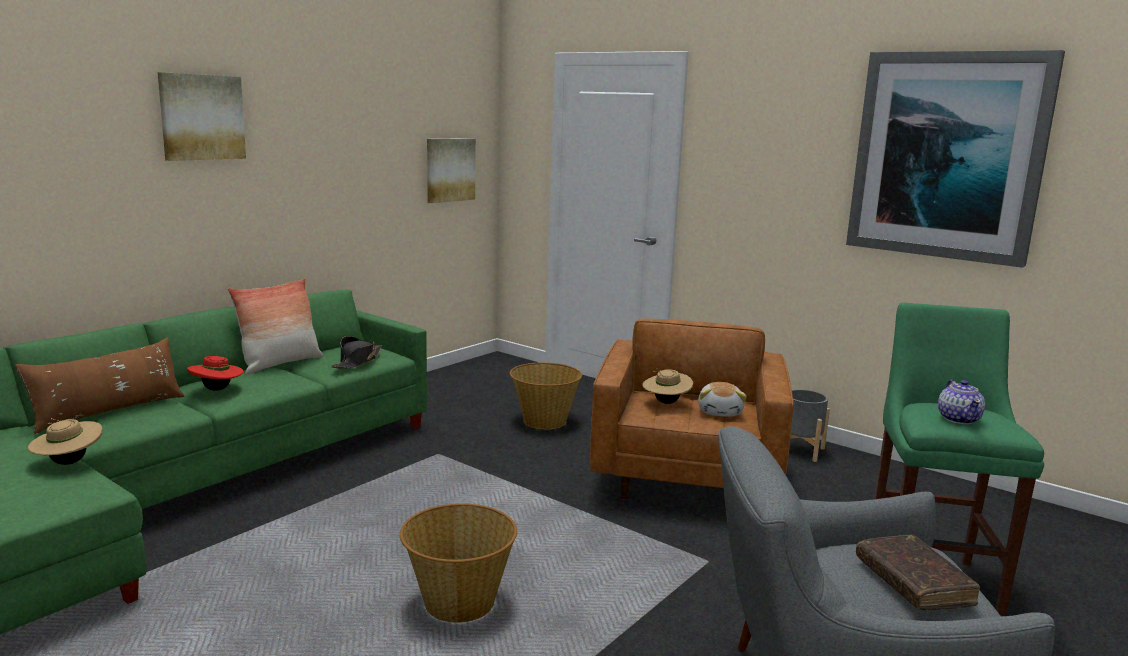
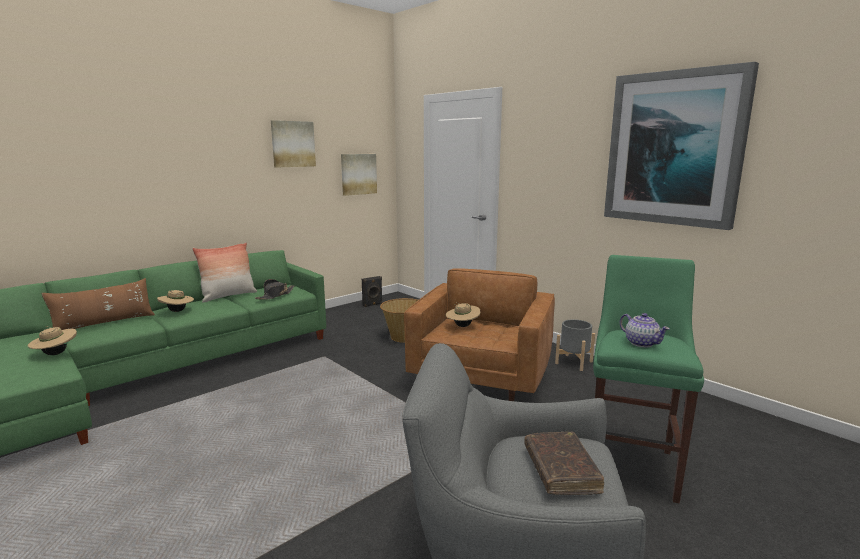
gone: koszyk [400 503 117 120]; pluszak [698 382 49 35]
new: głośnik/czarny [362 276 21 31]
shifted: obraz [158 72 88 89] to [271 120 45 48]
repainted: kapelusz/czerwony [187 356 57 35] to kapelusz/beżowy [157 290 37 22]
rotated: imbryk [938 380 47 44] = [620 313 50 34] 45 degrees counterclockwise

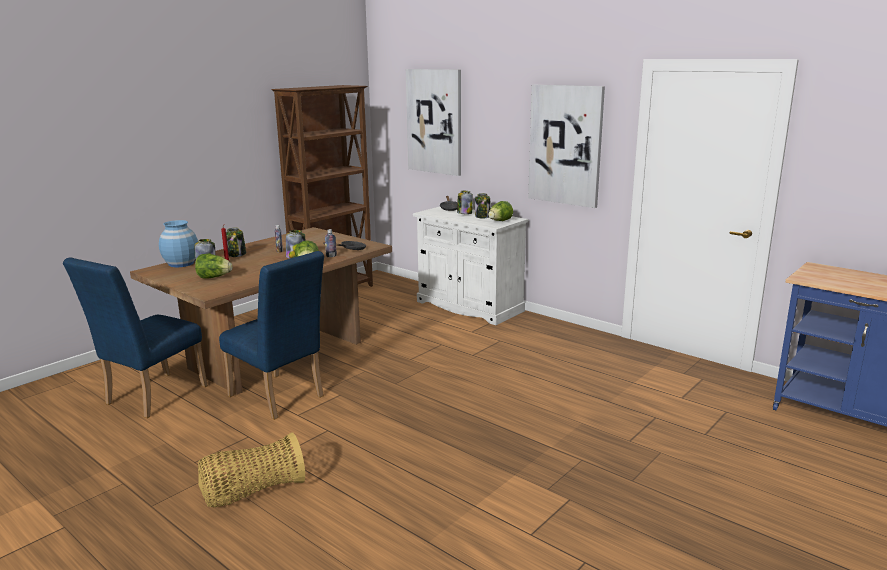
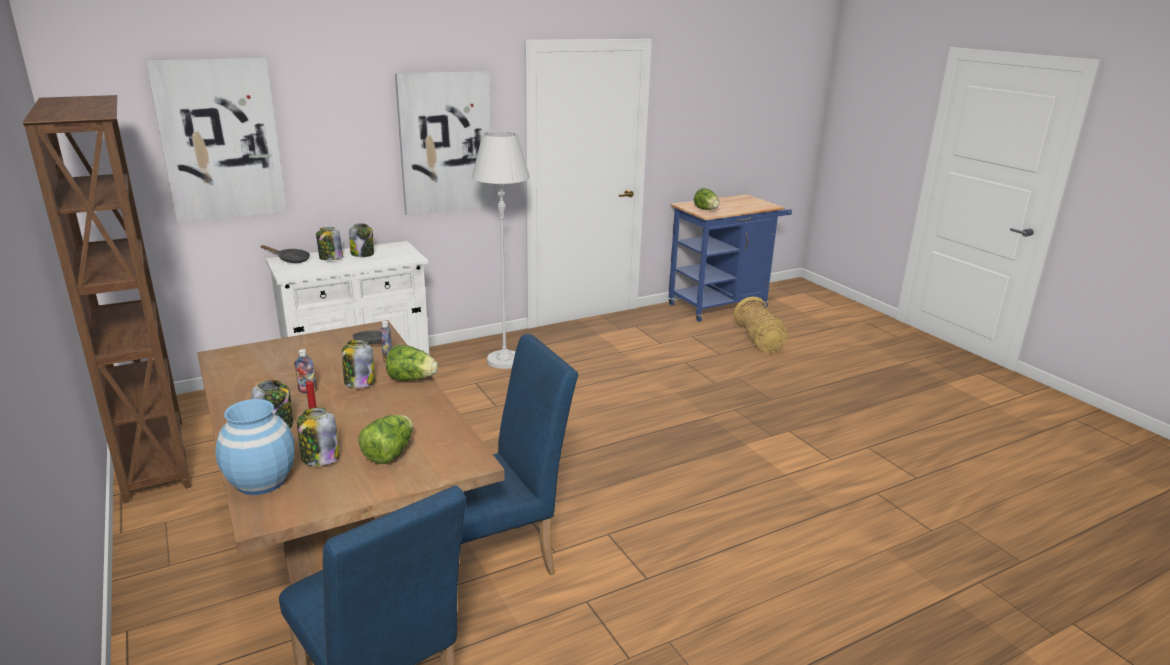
new: lampa stojąca/biały [472 131 58 238]
shifted: koszyk [198 432 107 75] to [734 296 53 56]; sałata [488 201 25 20] to [694 188 26 22]

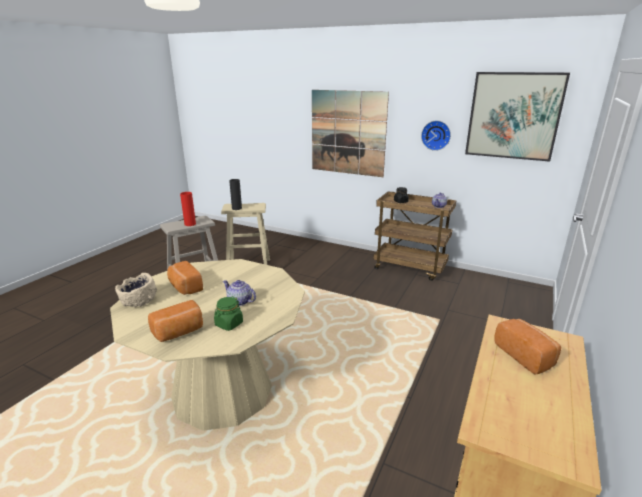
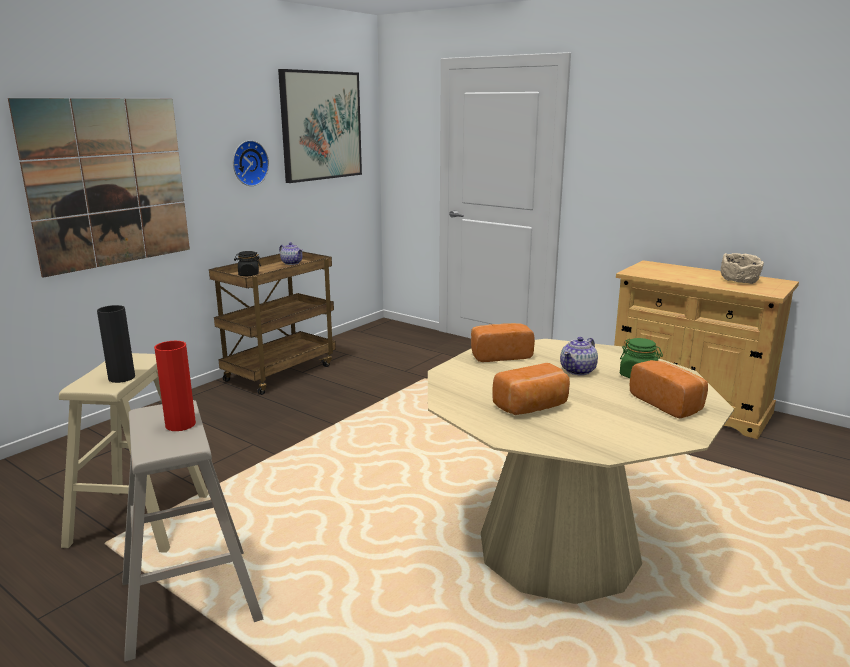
shifted: miska/beżowy [115 273 42 34] to [721 253 43 31]; chleb [494 319 67 56] to [471 323 64 39]

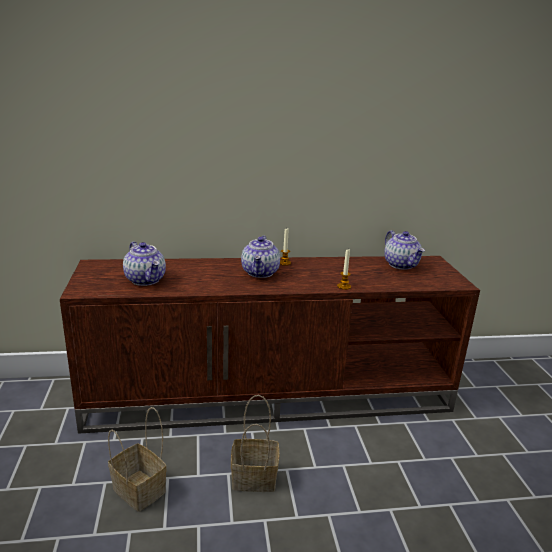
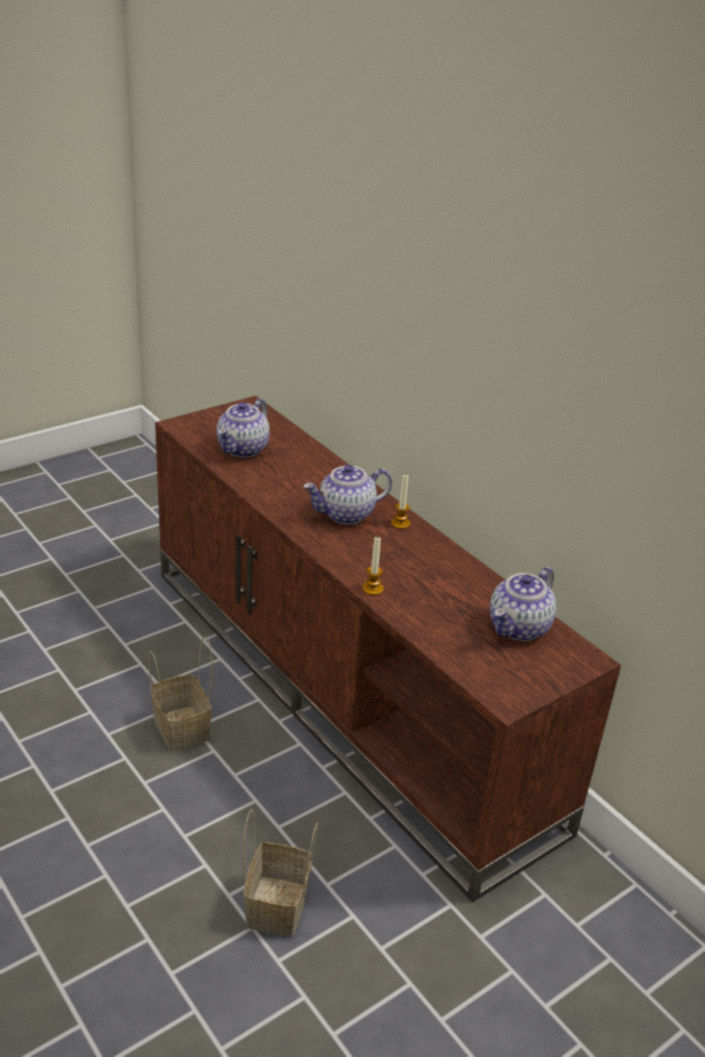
shifted: koszyk [108 407 59 105] to [243 810 75 127]

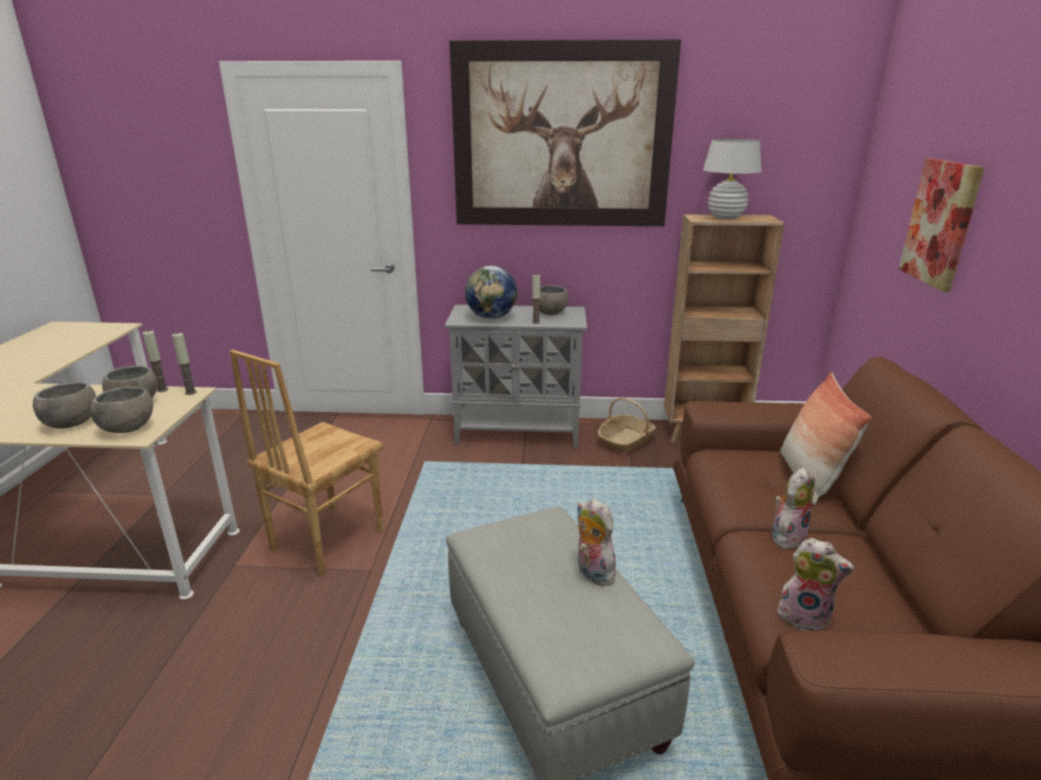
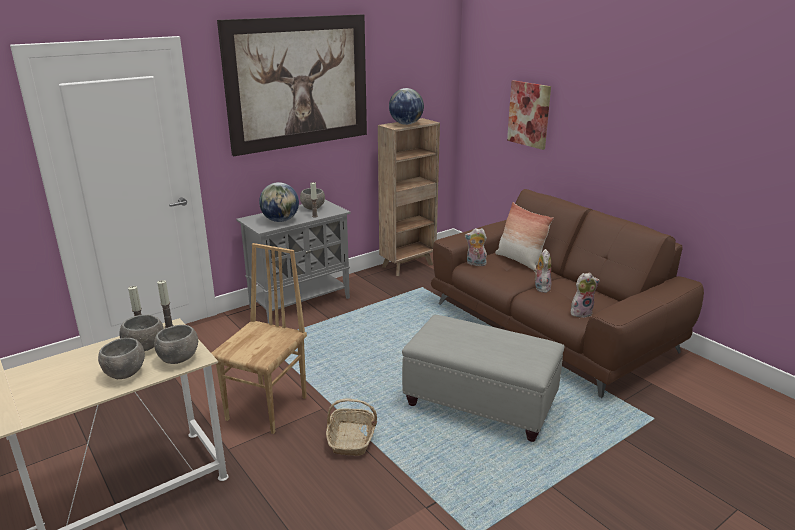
shifted: pluszak [577 498 39 88] to [465 228 22 38]; koszyk [598 397 58 57] to [326 399 51 57]
swapped: lampa stołowa/biały [703 139 59 81] to globus [389 88 35 37]
rotated: krzesło/brązowy [230 349 154 227] = [211 243 96 191] 150 degrees counterclockwise

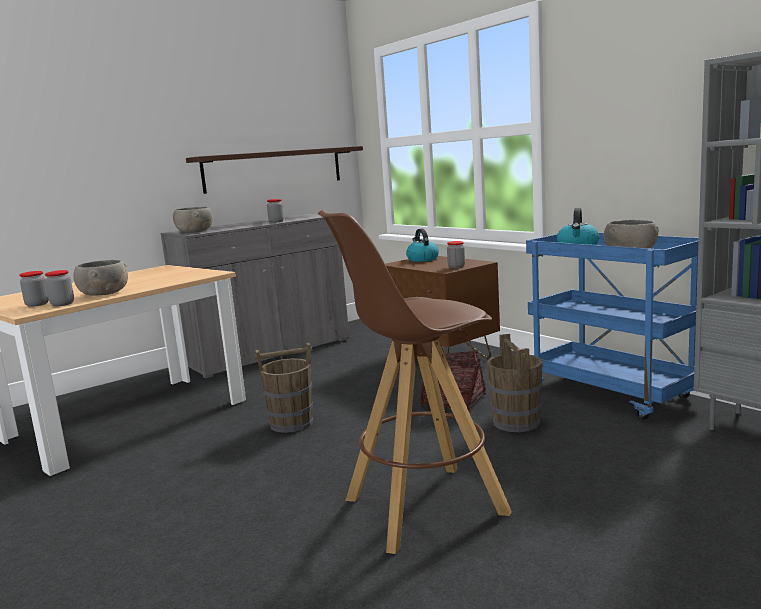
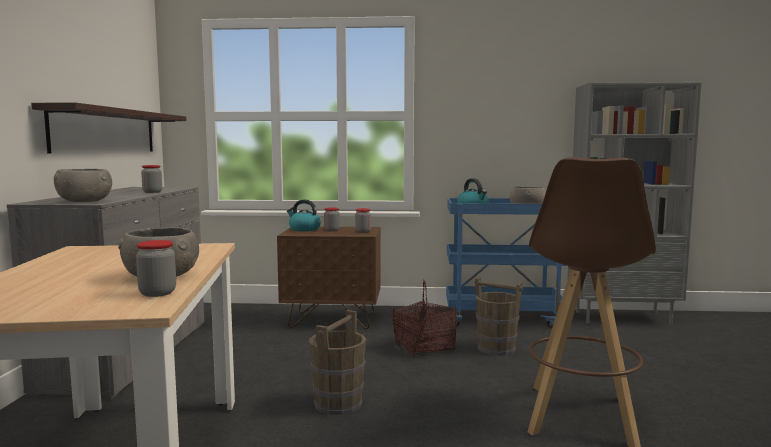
shifted: słoik [19 271 30 36] to [324 207 16 25]

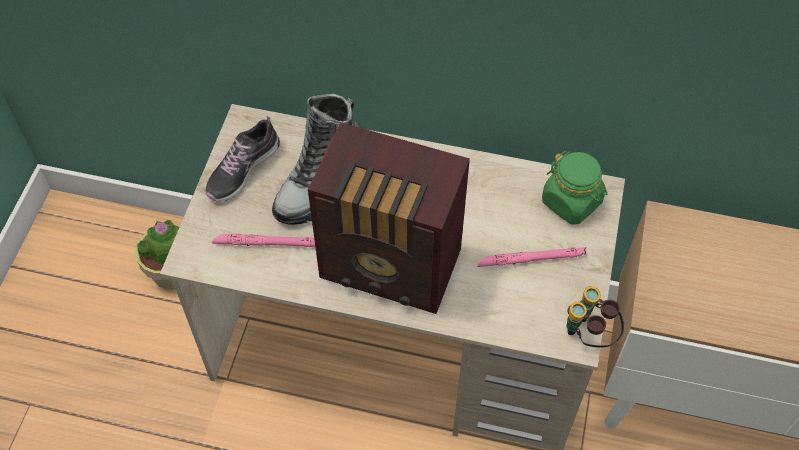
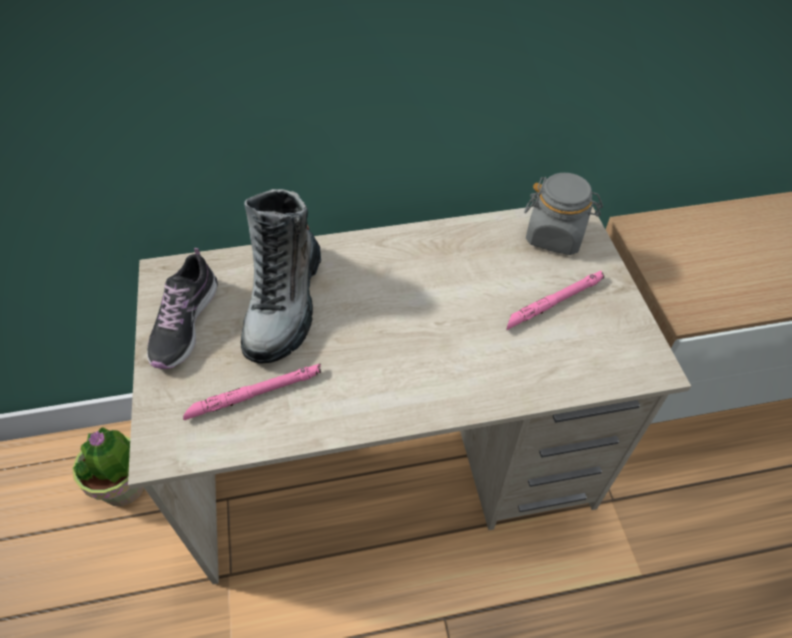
gone: radio [308 122 162 192]; lornetka [566 286 58 61]
repainted: słoik/zielony [542 151 65 73] to słoik/szary [524 173 79 82]

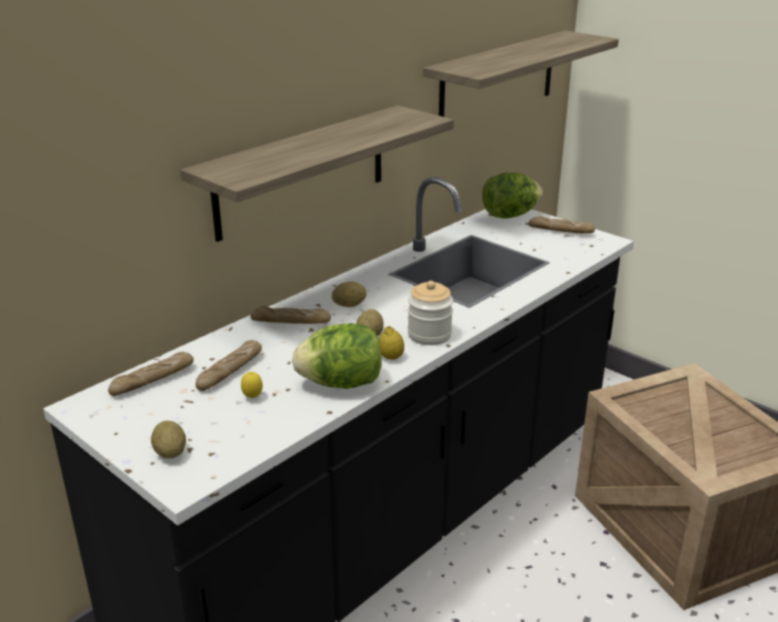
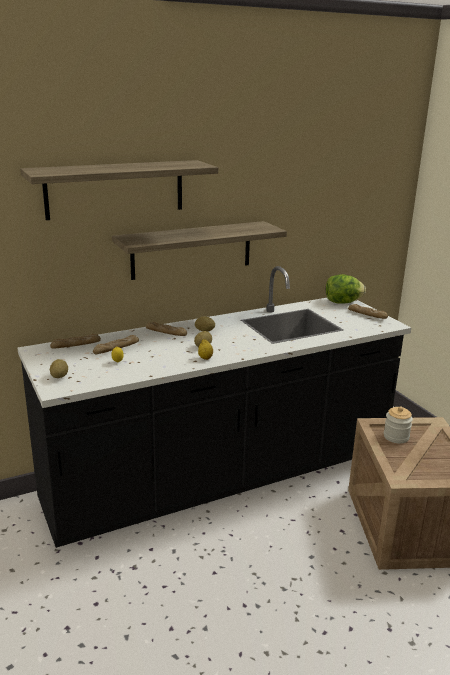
gone: sałata [292 323 90 66]
shifted: słoik [408 281 45 64] to [384 406 29 37]; półka [423 31 196 86] to [20 160 198 60]

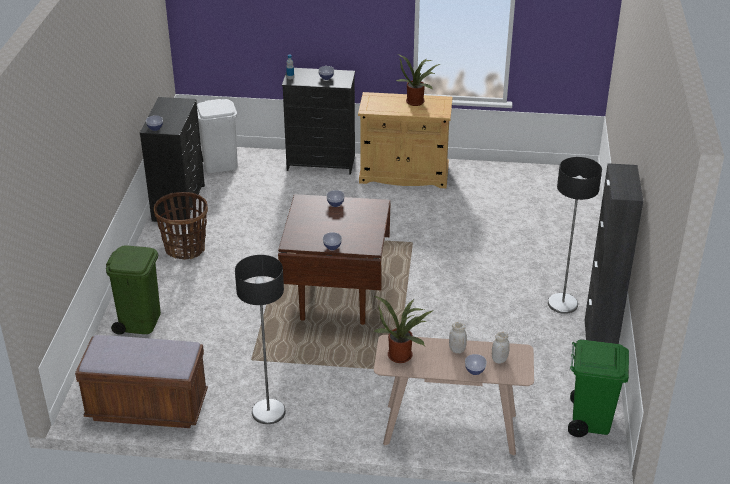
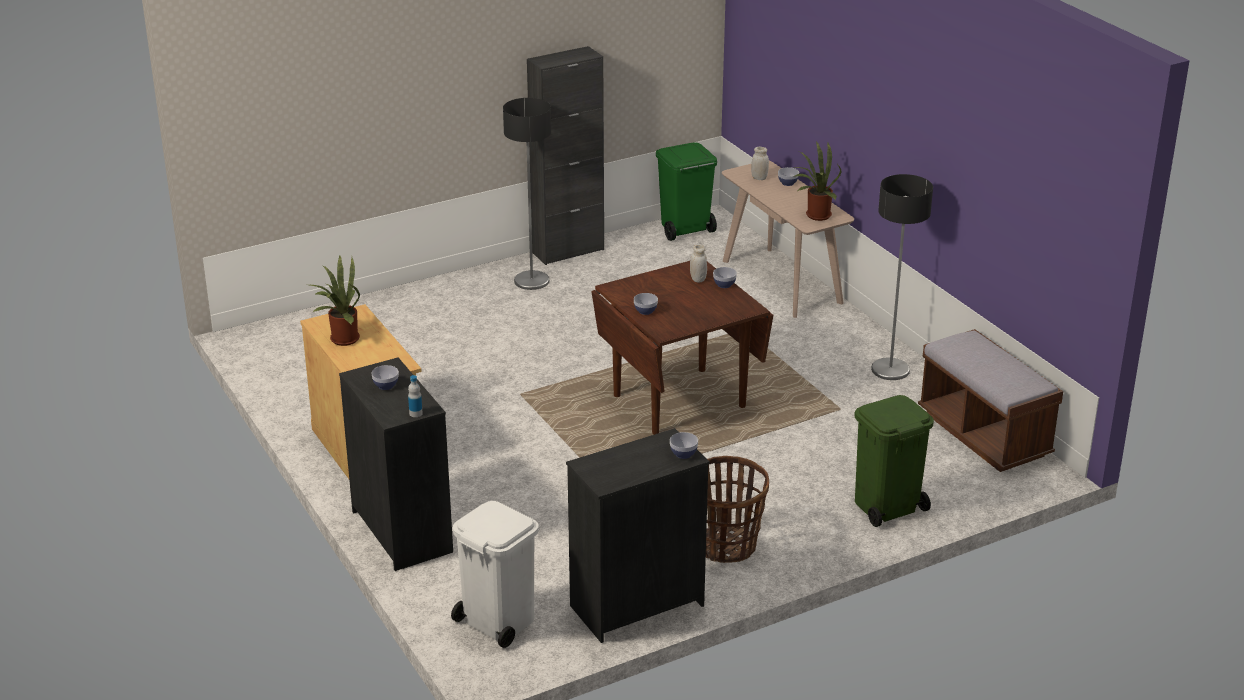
shifted: słoik/biały [449 322 18 32] to [690 244 17 38]

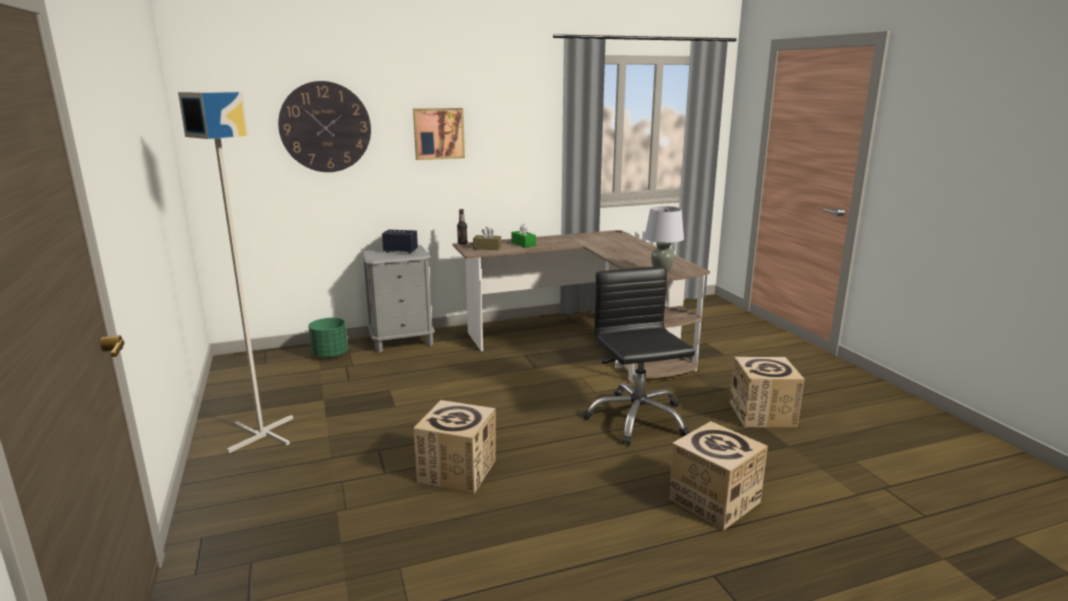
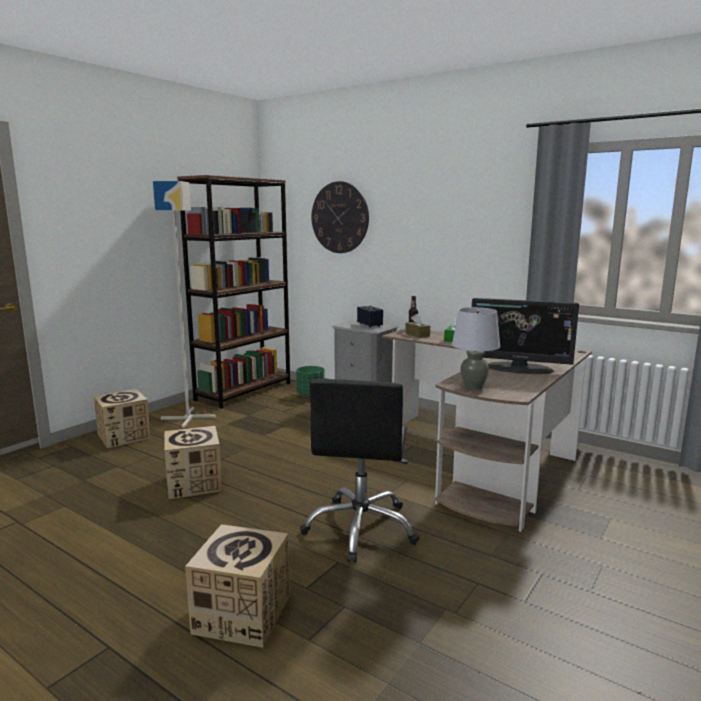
gone: obraz [413 108 52 52]
new: regał/brązowy [177 175 113 234]; monitor [472 298 107 76]
shifted: karton [730 357 75 71] to [94 389 56 59]
rotated: krzesło biurowe/czarny [583 266 112 179] = [300 379 119 184] 150 degrees clockwise

